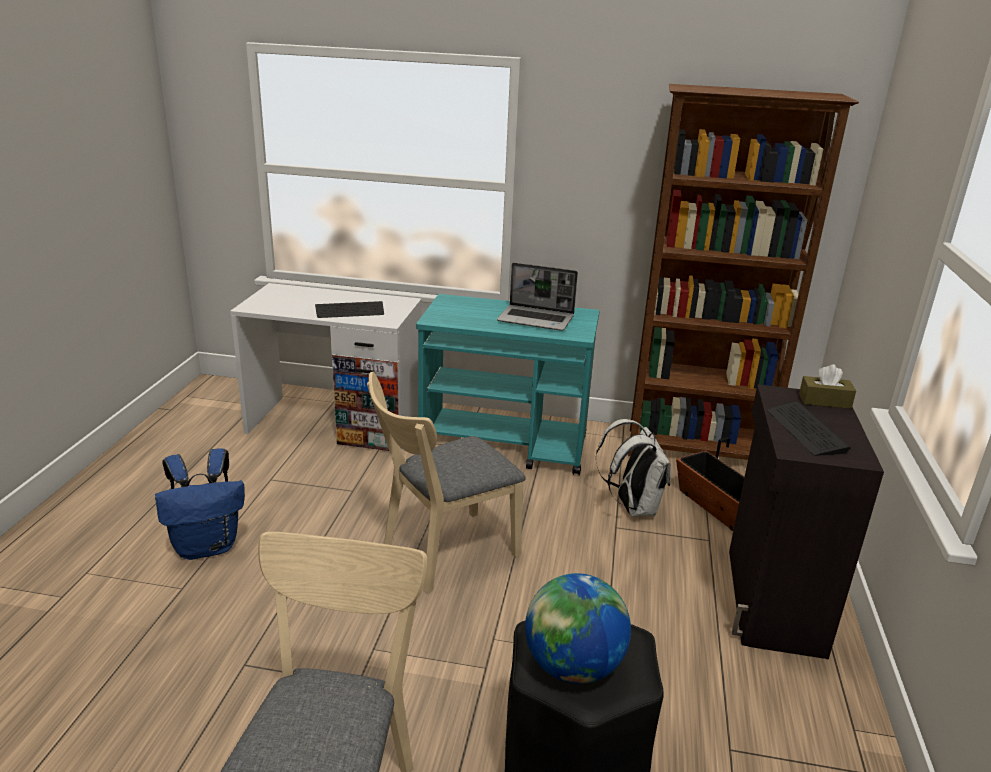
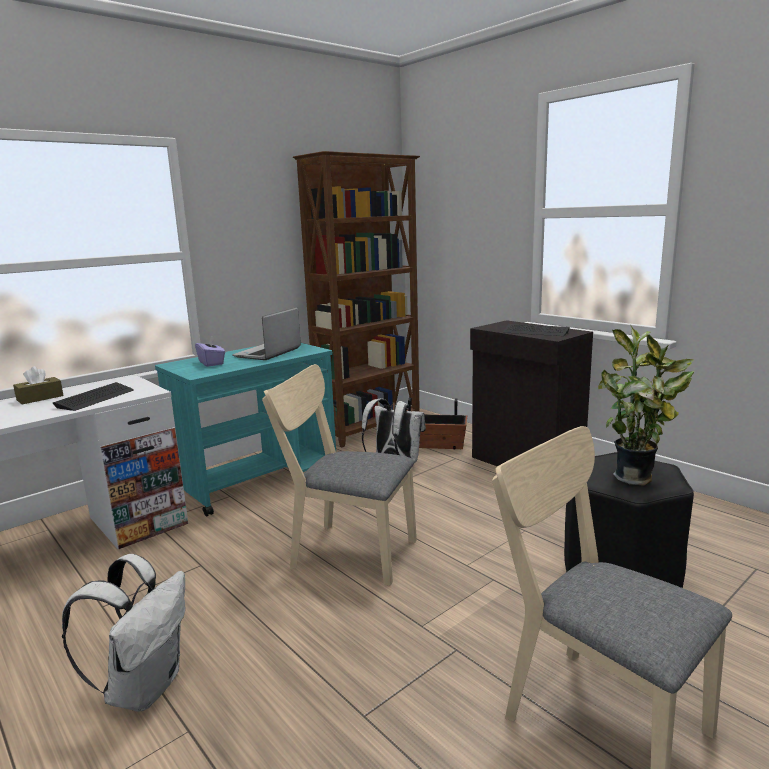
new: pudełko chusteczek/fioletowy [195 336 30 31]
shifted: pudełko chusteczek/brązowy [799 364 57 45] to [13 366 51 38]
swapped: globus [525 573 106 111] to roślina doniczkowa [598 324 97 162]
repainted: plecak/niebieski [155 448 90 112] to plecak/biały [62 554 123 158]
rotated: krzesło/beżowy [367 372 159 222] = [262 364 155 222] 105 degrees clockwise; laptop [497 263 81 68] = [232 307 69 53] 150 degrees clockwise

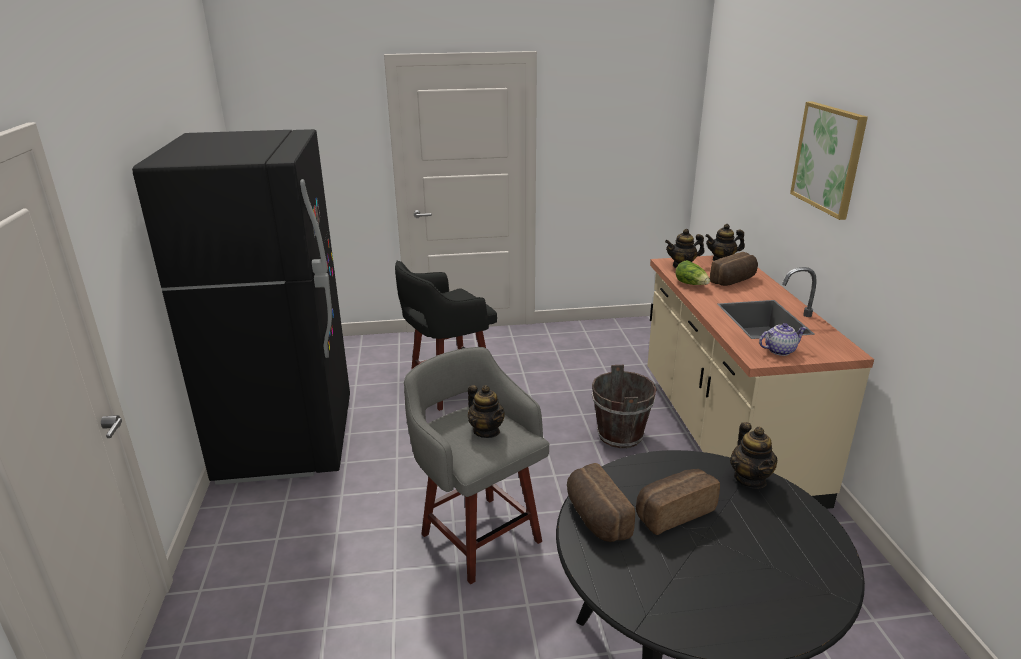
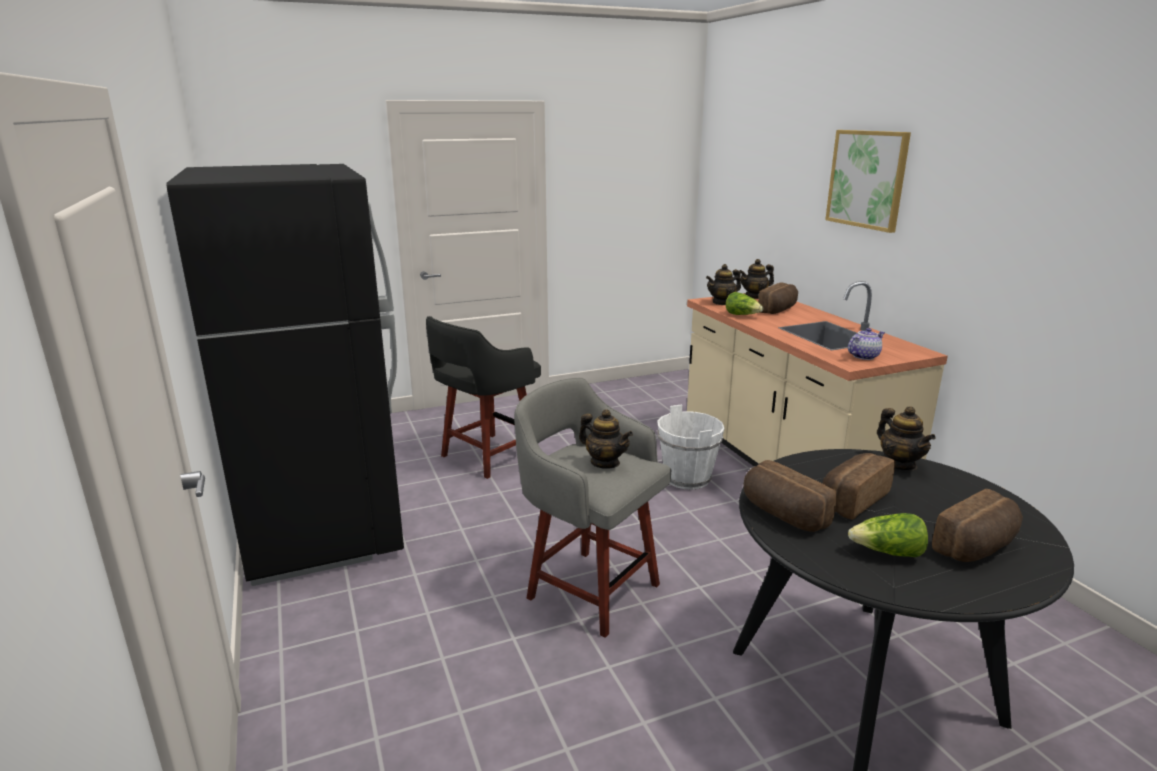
new: sałata [848 513 80 44]; chleb [932 489 91 73]
repainted: wiadro/brązowy [592 365 65 83] to wiadro/biały [657 404 68 86]

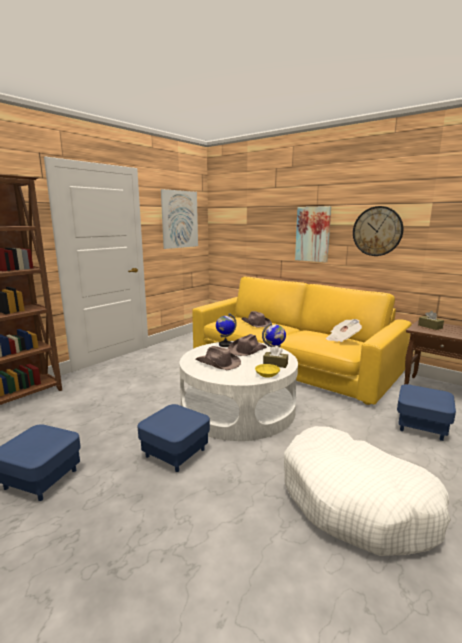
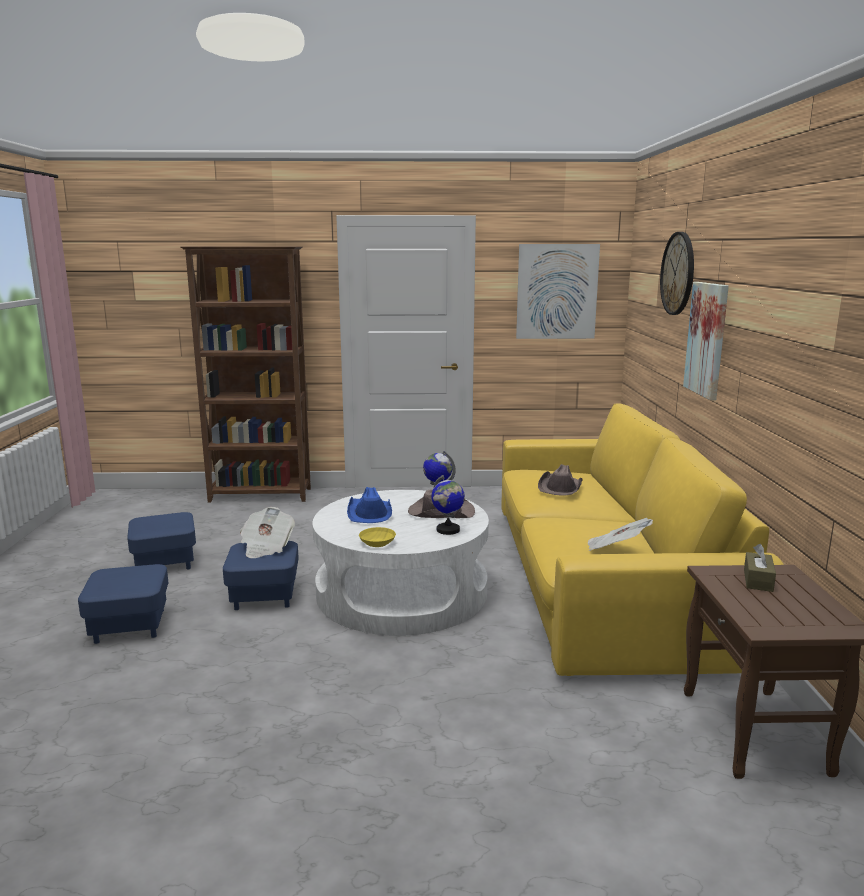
gone: pudełko chusteczek/brązowy [263 346 25 22]; legowisko/biały [284 426 167 130]
new: gazeta [240 507 55 51]
shifted: zegar ścienny [353 206 50 50] to [660 232 34 83]; pufa/niebieski [397 384 59 57] to [78 564 90 80]
repainted: kapelusz/brązowy [196 346 45 24] to kapelusz/niebieski [347 487 45 36]

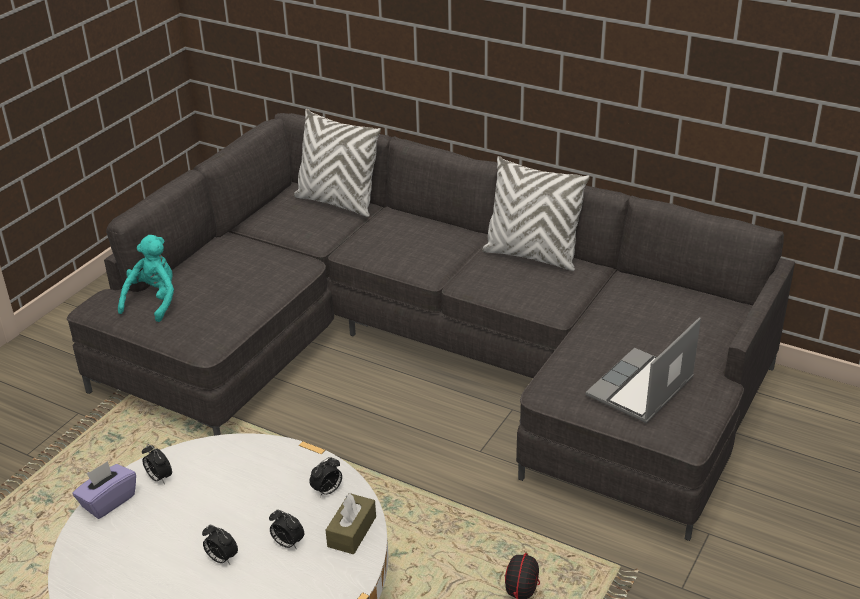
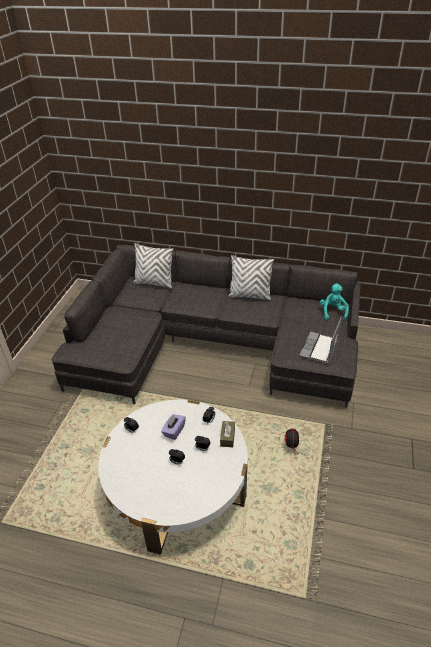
shifted: pudełko chusteczek/fioletowy [72 461 64 58] to [161 414 25 26]; pluszak/turkusowy [118 235 56 87] to [320 284 29 37]

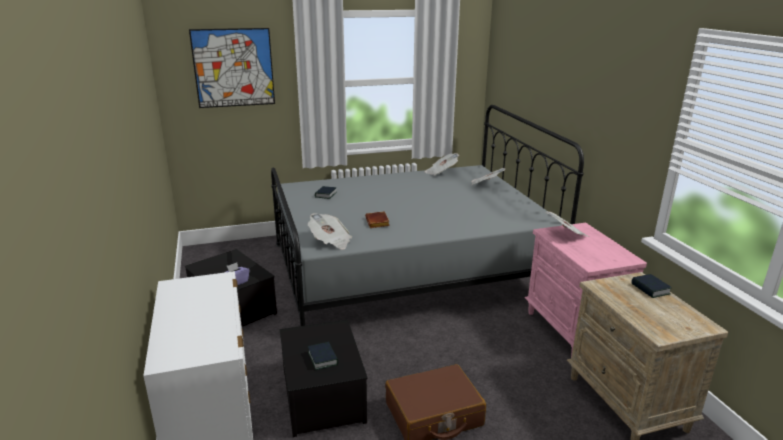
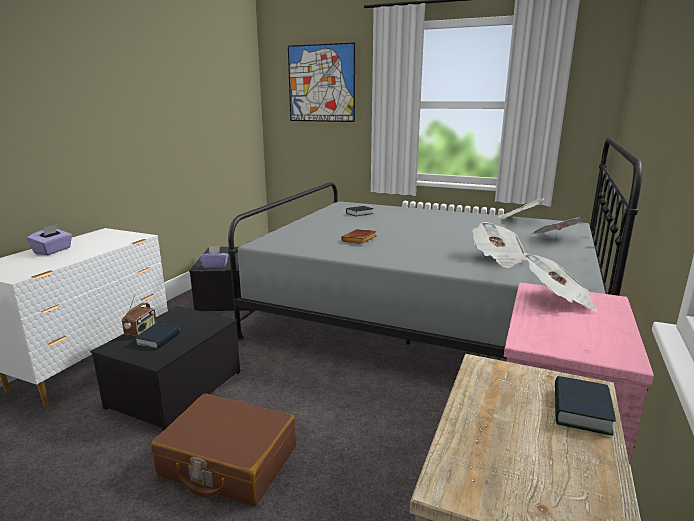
new: pudełko chusteczek/fioletowy [27 224 45 31]; radio [122 295 34 41]
shifted: gazeta [308 213 44 37] to [472 222 54 46]

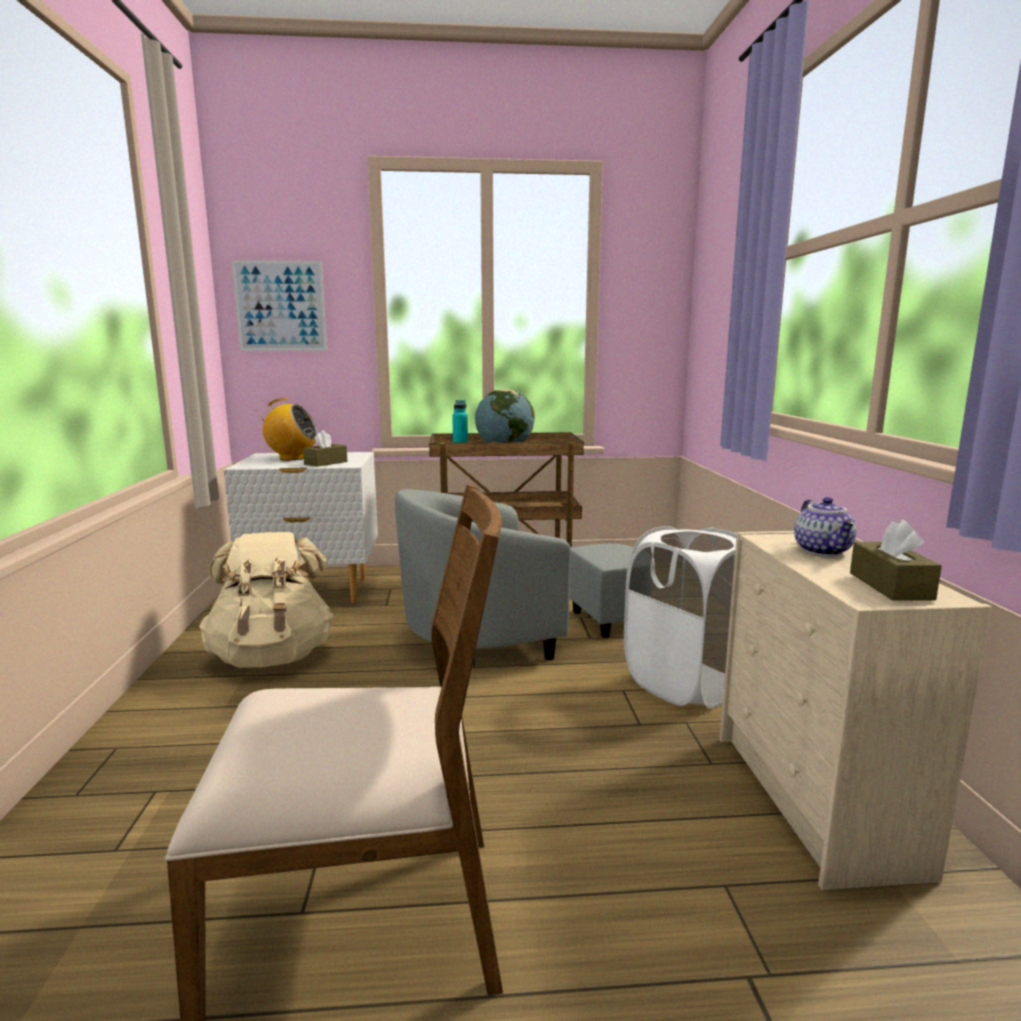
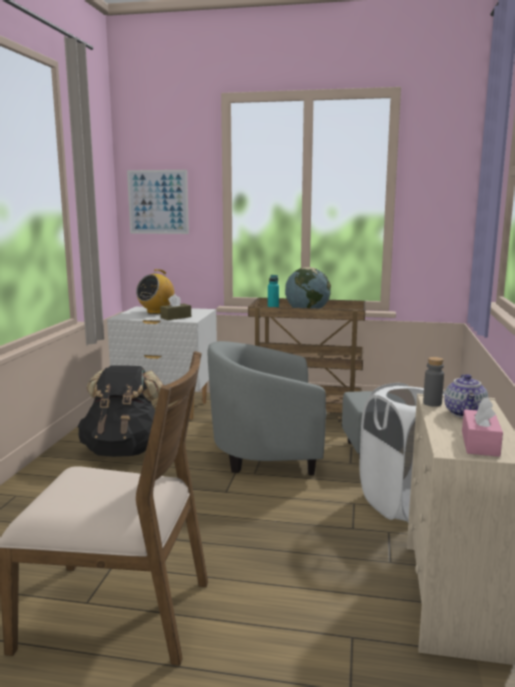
new: butelka/szary [423 357 21 50]
repainted: plecak/beżowy [199 532 135 136] to plecak/czarny [78 365 85 92]; pudełko chusteczek/brązowy [850 520 92 81] to pudełko chusteczek/różowy [462 397 41 60]
rotated: radio [255 398 63 62] = [136 269 38 45] 105 degrees clockwise

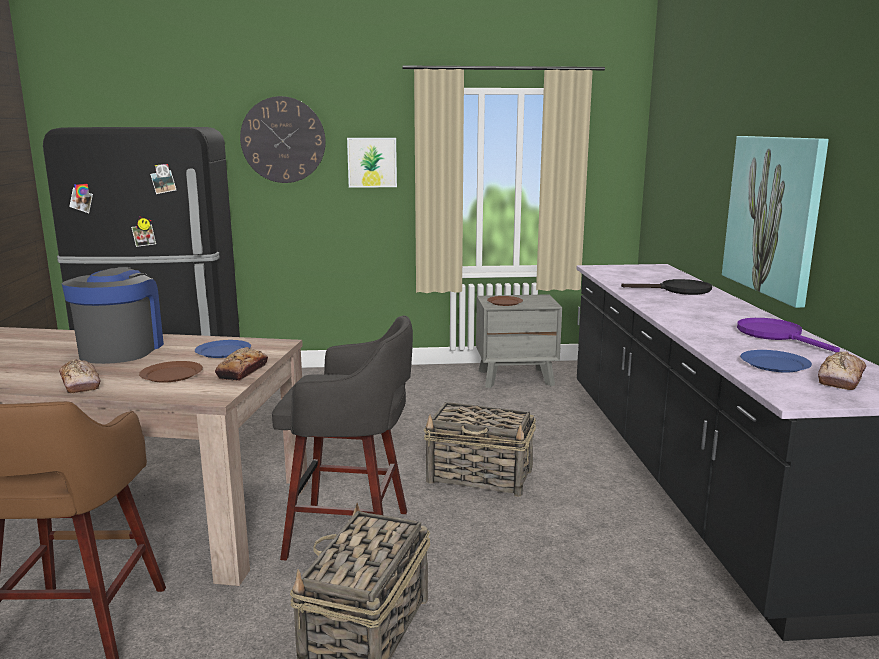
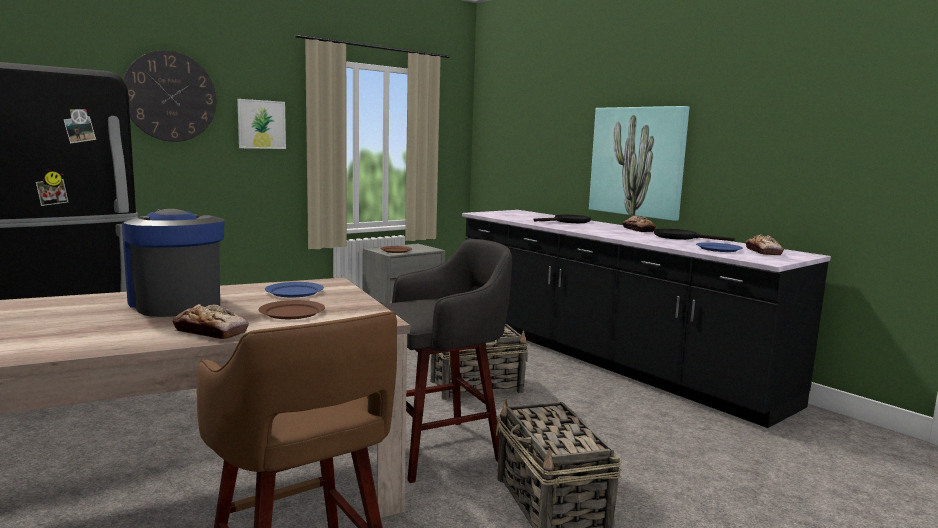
shifted: chleb [215 347 53 34] to [622 215 34 17]
repainted: patelnia/fioletowy [737 318 103 34] to patelnia/czarny [654 229 81 12]

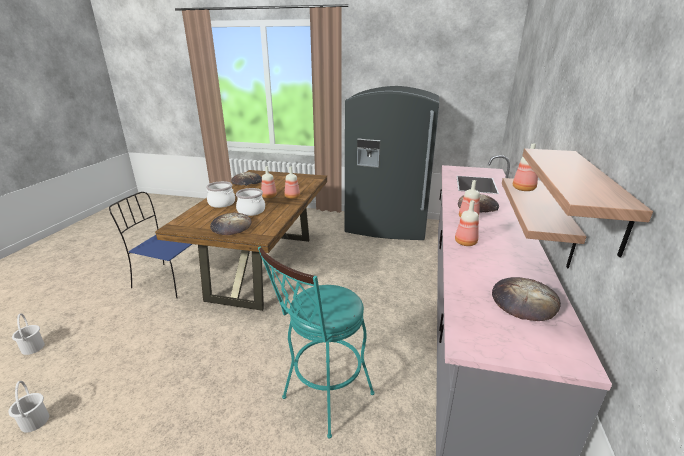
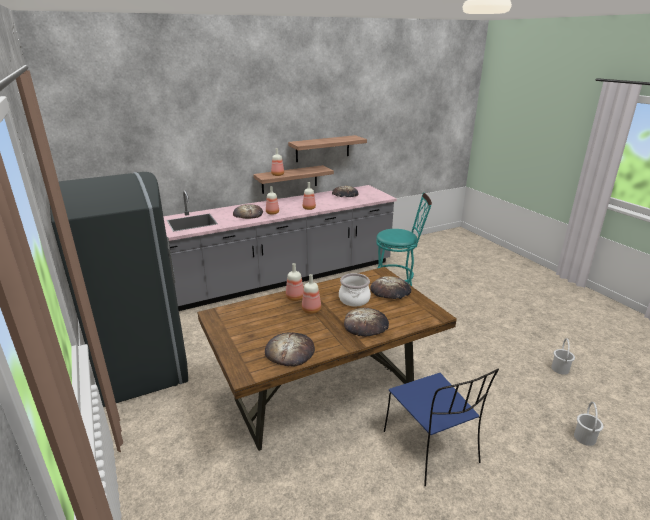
swapped: garnek [206 181 29 27] to chleb [344 308 45 29]

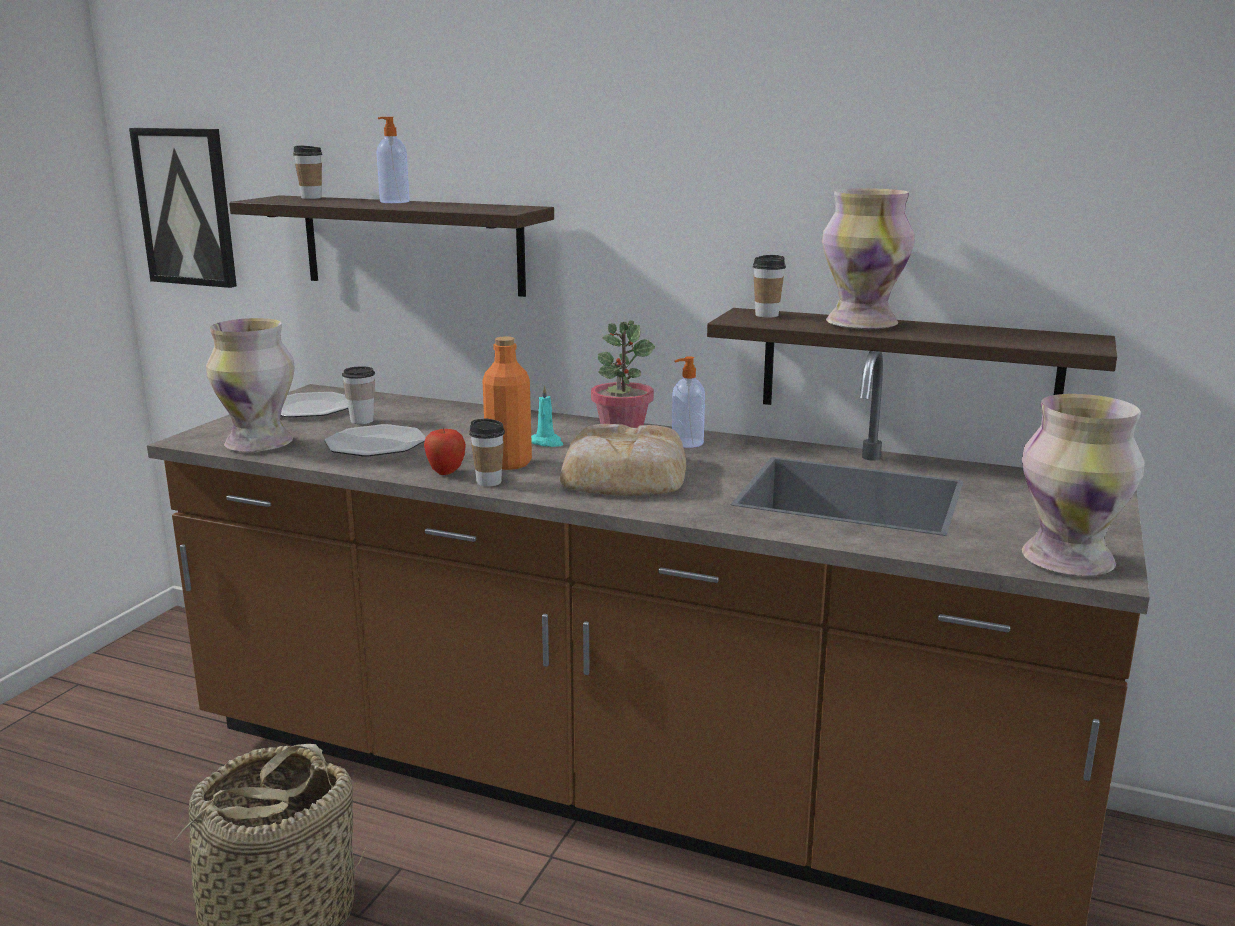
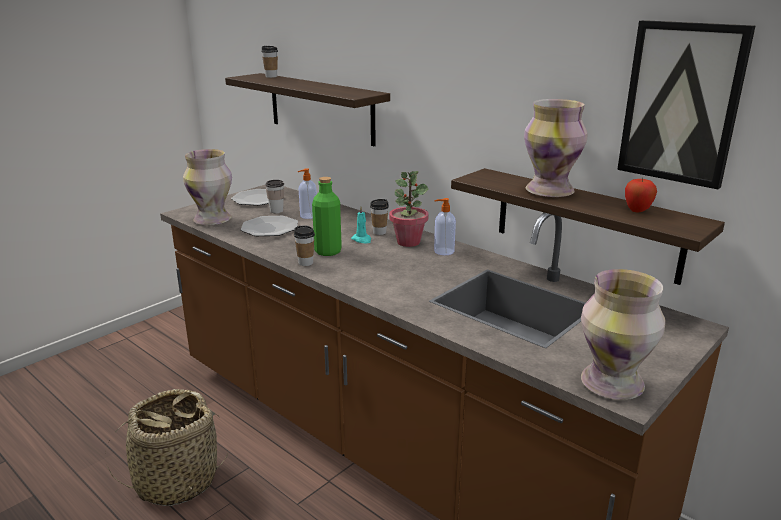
gone: chleb [560 424 126 72]
shifted: obraz [129 128 108 160] to [617 20 138 169]; dozownik mydła [377 117 33 86] to [298 168 19 51]; jabłko [424 427 42 48] to [625 178 32 34]; filiżanka [753 255 33 63] to [370 199 19 36]
repainted: butelka/pomarańczowy [483 336 49 134] to butelka/zielony [312 177 30 79]

